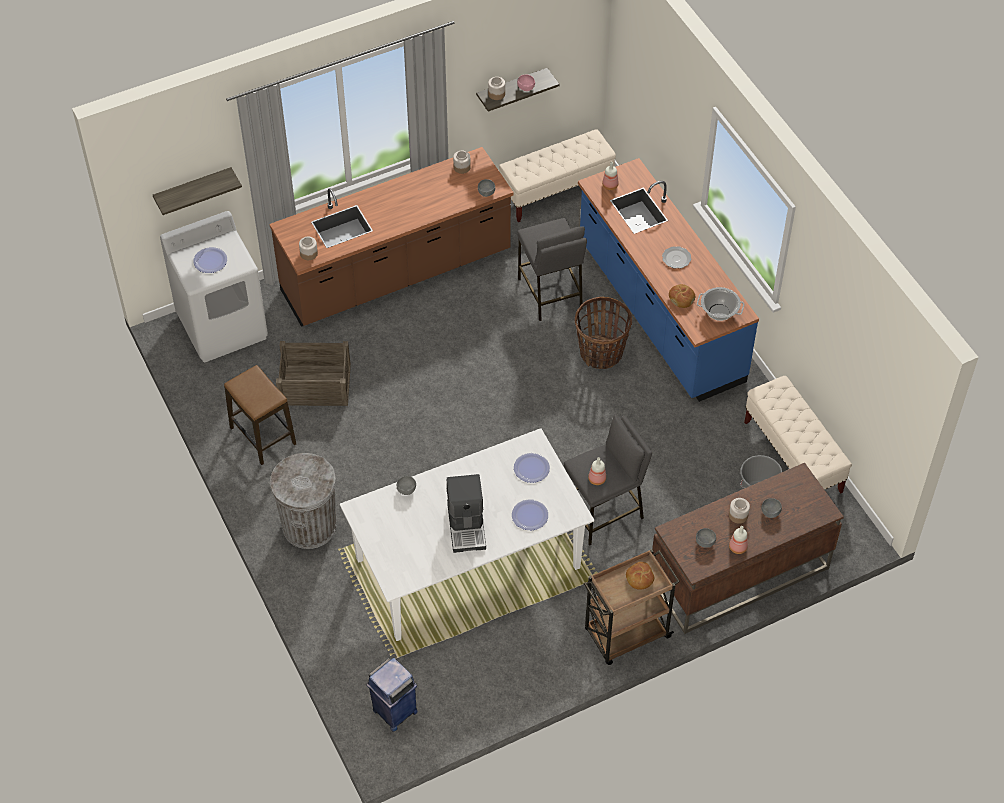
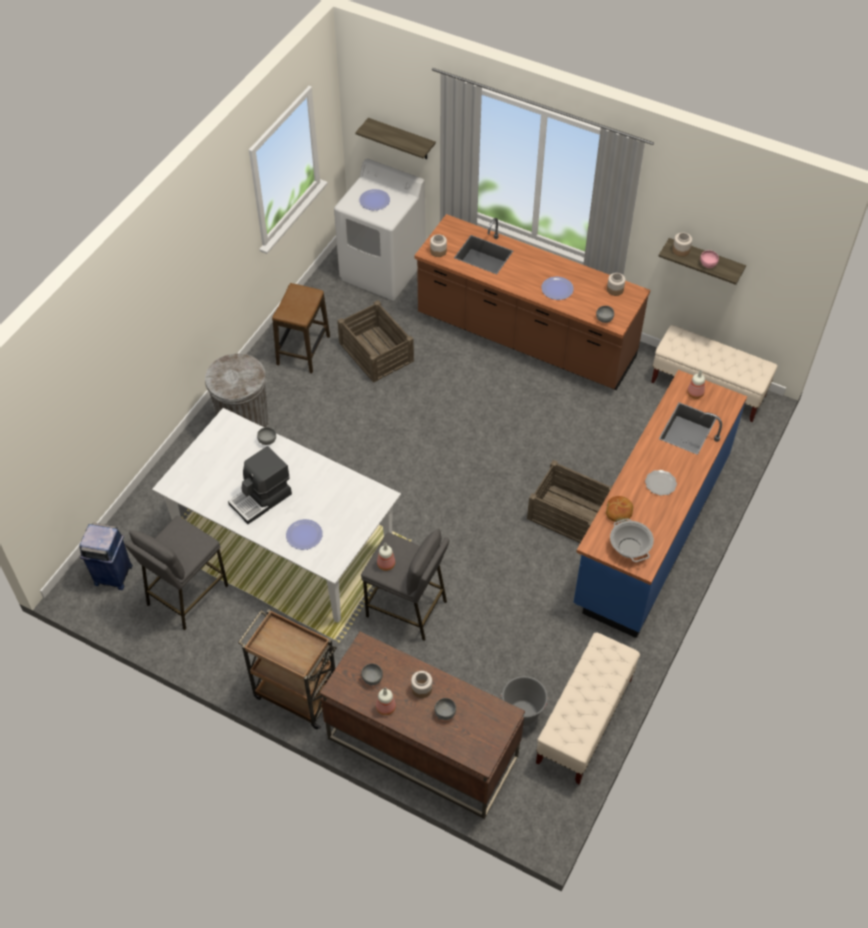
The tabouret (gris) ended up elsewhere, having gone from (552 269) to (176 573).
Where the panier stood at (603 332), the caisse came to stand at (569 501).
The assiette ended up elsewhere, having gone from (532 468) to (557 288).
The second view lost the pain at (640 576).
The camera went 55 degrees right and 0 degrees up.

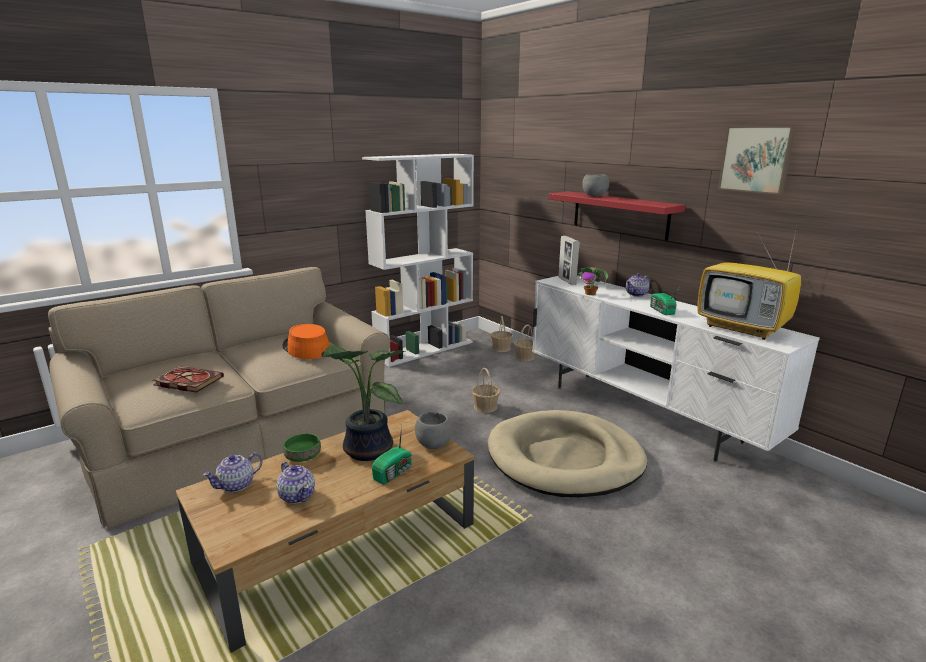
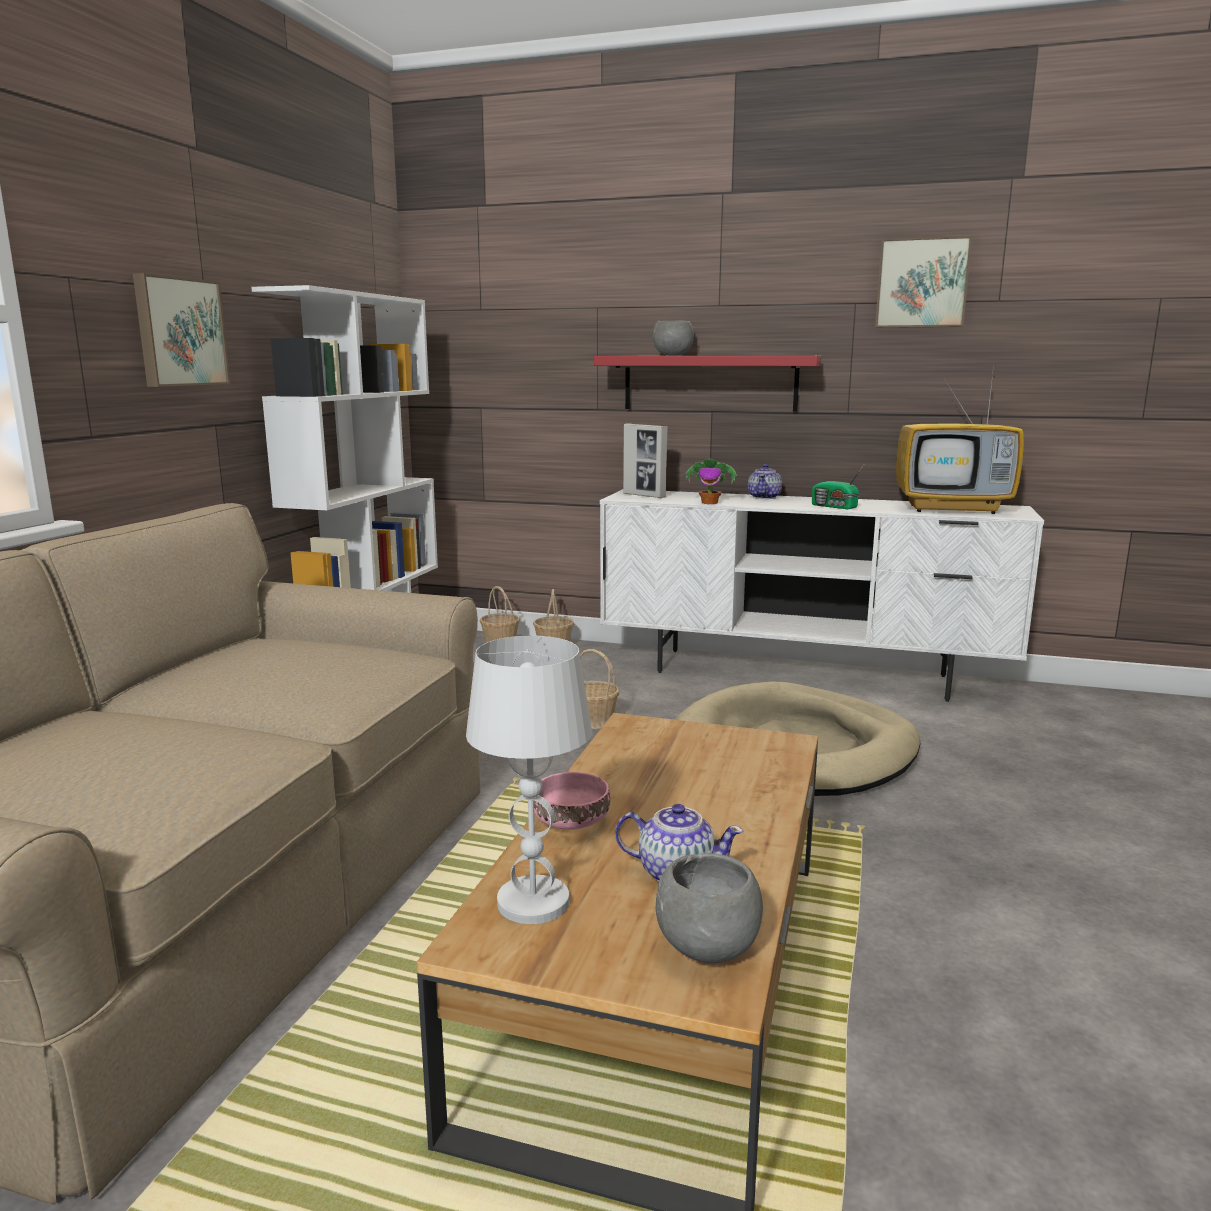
The second view gained the tableau at (181 330).
Where the théière stood at (232 472), the lampe de table (blanc) came to stand at (529 780).
What was the bol (vert) at (302 447) turned into the bol (rose) at (572 801).
The bol (gris) ended up elsewhere, having gone from (434 430) to (709 908).
The second view lost the livre at (188 379).
The second view lost the chapeau (orange) at (306 341).
The second view lost the plante en pot at (362 402).
The second view lost the radio at (392 455).
The camera went 35 degrees left and 5 degrees down.

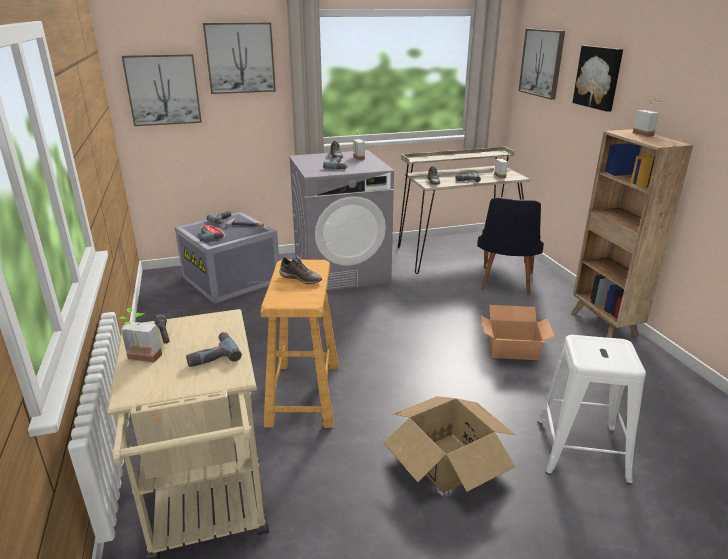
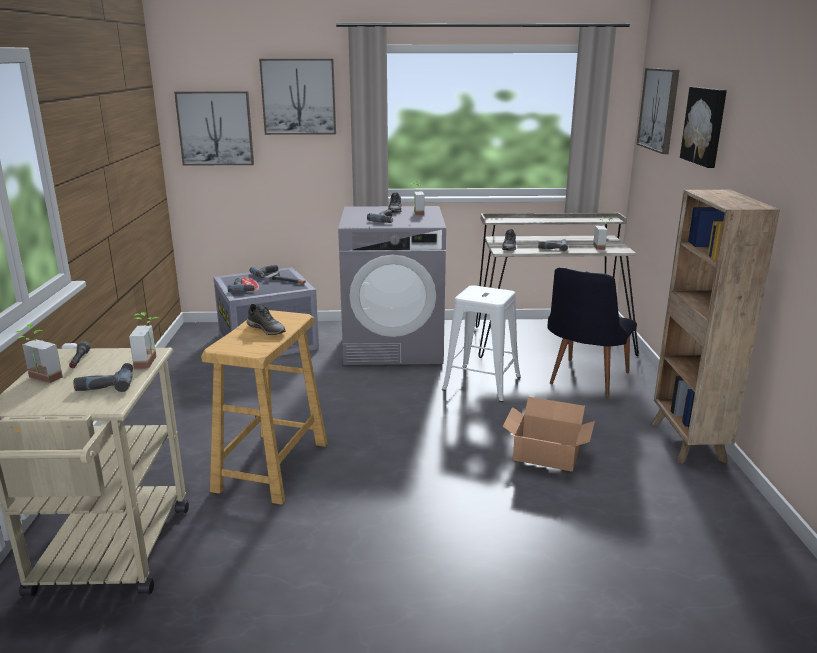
The plante en pot ended up elsewhere, having gone from (648 118) to (143 340).
The tabouret (blanc) ended up elsewhere, having gone from (591 409) to (481 343).
The second view lost the carton at (449 444).
The camera went 15 degrees right and 5 degrees down.

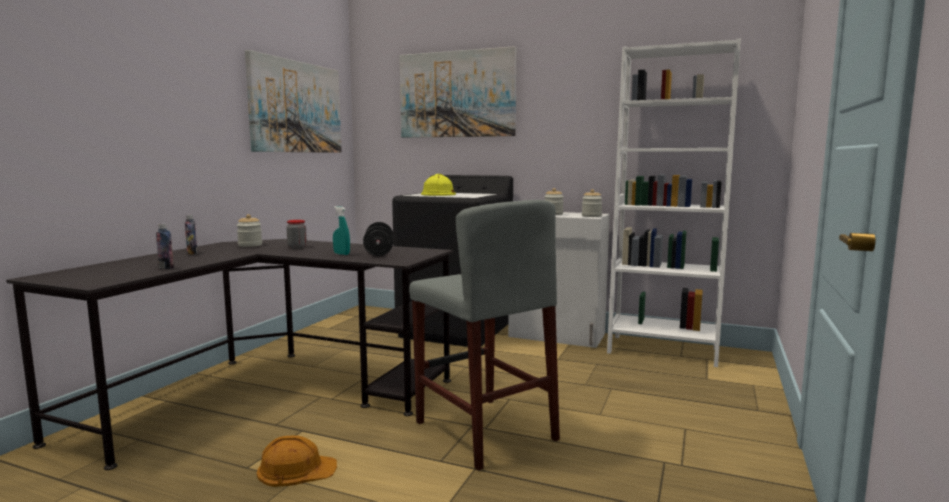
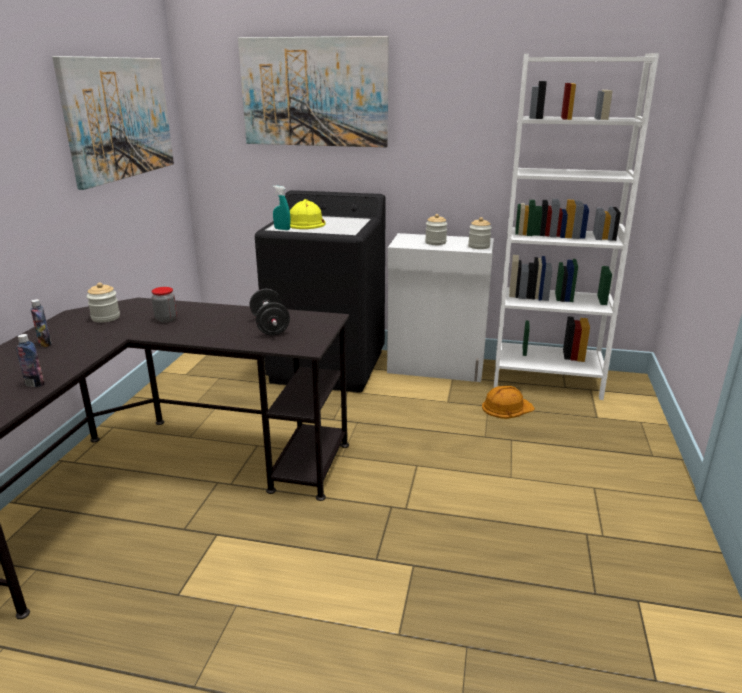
The vaporisateur (turquoise) ended up elsewhere, having gone from (341 230) to (281 208).
The casque de chantier (orange) ended up elsewhere, having gone from (297 461) to (508 402).
The second view lost the tabouret (gris) at (484 335).
The camera went 10 degrees left and 15 degrees up.

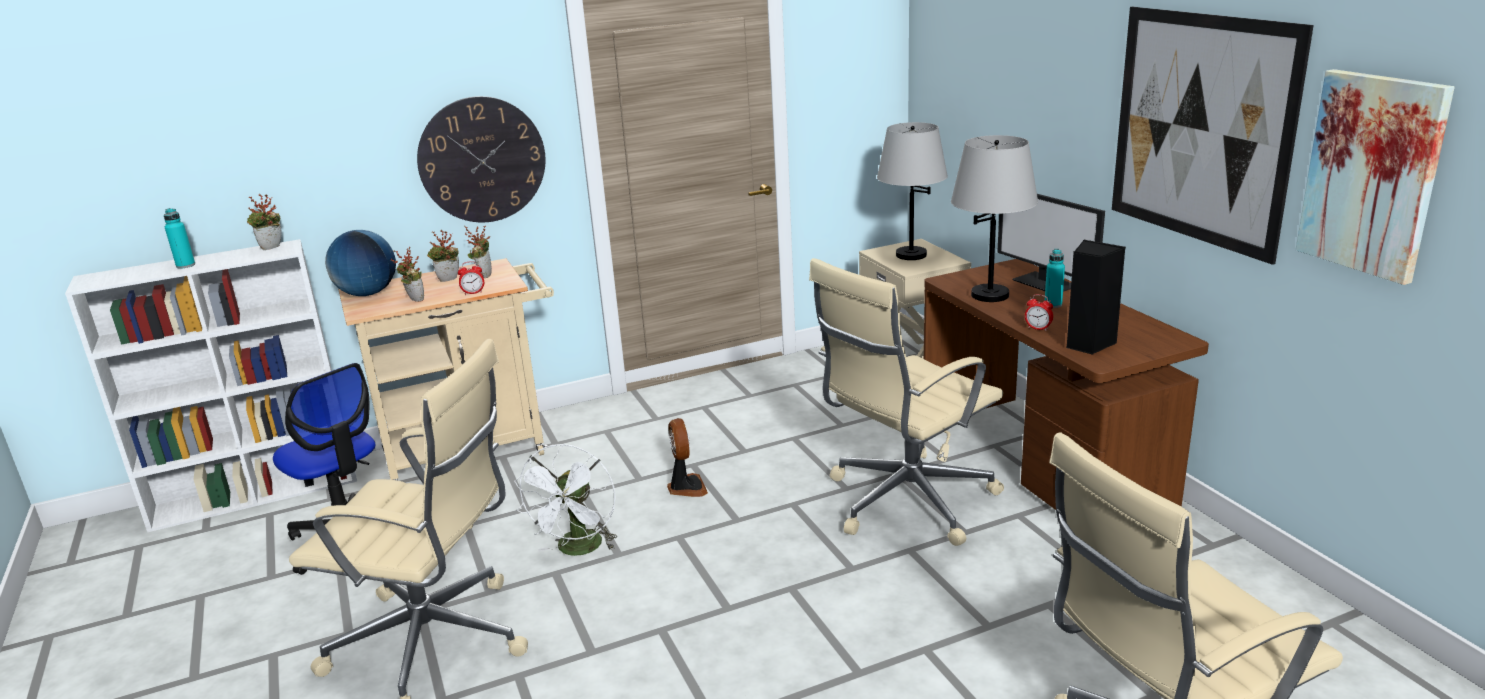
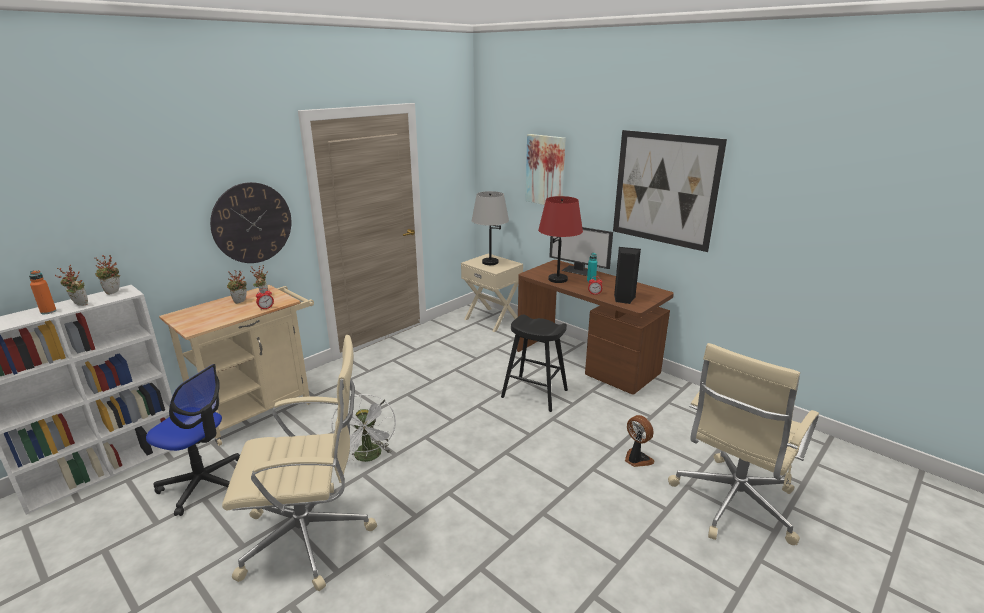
What was the bouteille (turquoise) at (179 238) turned into the bouteille (orange) at (42 292).
The plante en pot ended up elsewhere, having gone from (407 274) to (71 285).
Where the chaise de bureau (beige) stood at (906 402), the tabouret (noir) came to stand at (534 363).
The tableau ended up elsewhere, having gone from (1375 177) to (545 169).
What was the lampe de table (gris) at (994 218) turned into the lampe de table (rouge) at (560 239).
The ventilateur ended up elsewhere, having gone from (687 457) to (639 441).
The second view lost the globe at (360 263).
The camera went 25 degrees left and 0 degrees up.

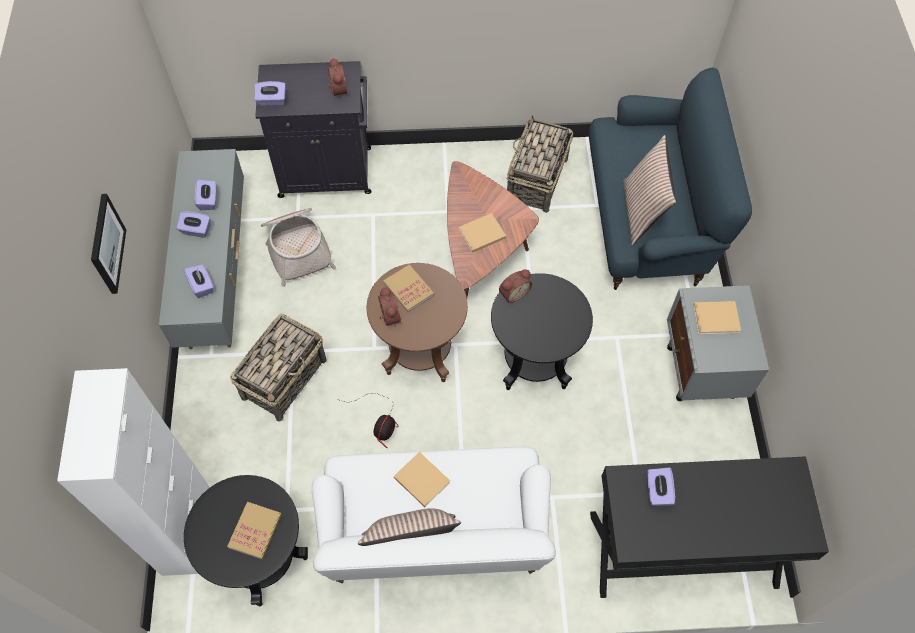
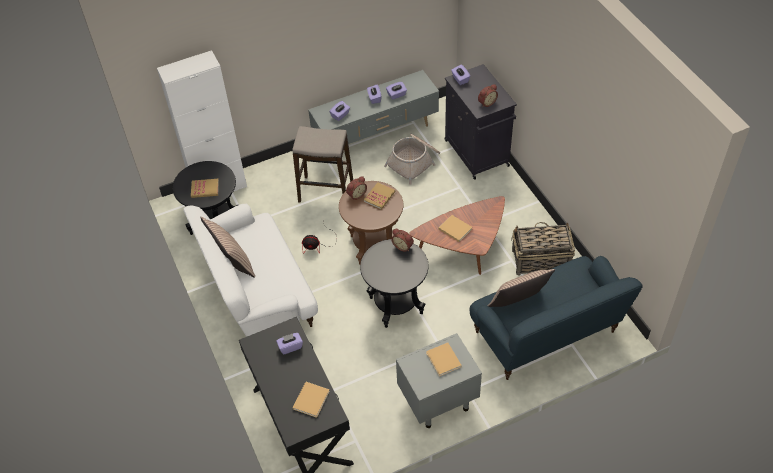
Where the panier stood at (278 368), the tabouret came to stand at (322 164).
The livre (beige) ended up elsewhere, having gone from (422 479) to (311 400).
The second view lost the tableau at (108 244).
The camera went 70 degrees right and 10 degrees down.

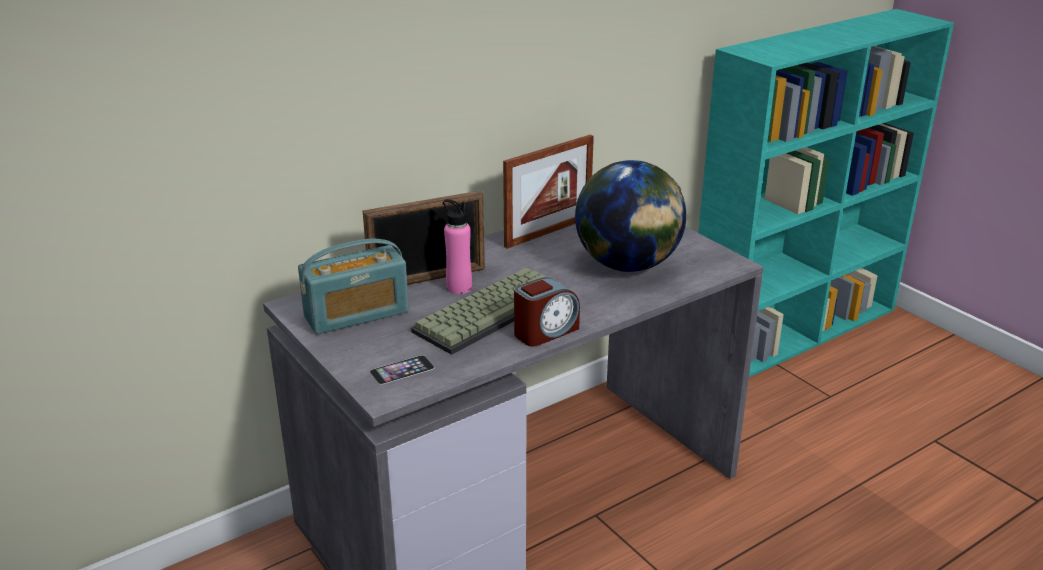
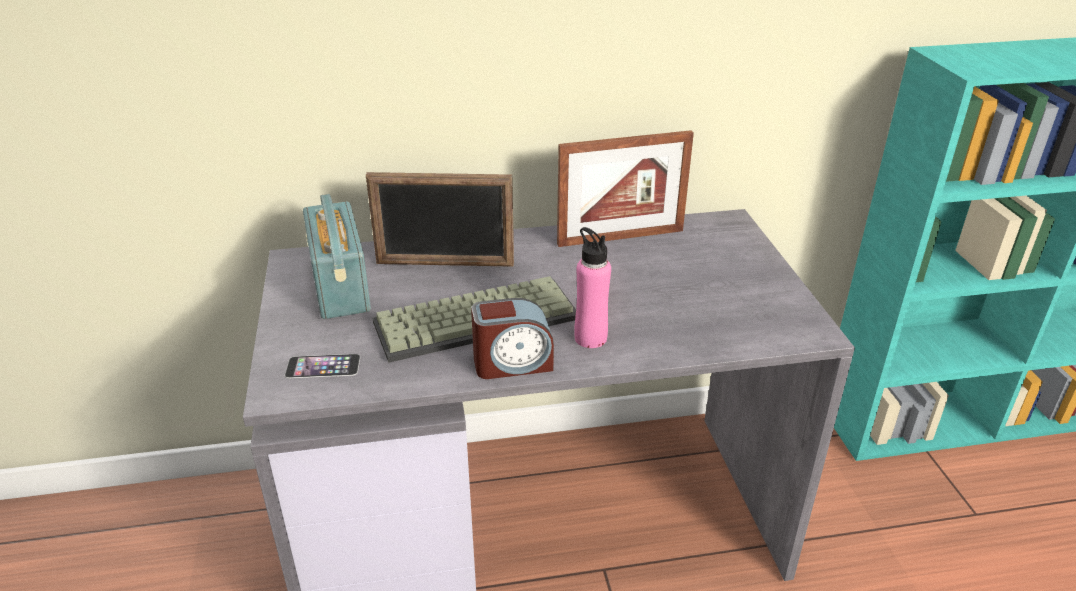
The radio at (353 287) ended up facing another way, 75 degrees clockwise from before.
The bouteille (rose) ended up elsewhere, having gone from (457 246) to (592 287).
The second view lost the globe at (630 216).
The camera went 25 degrees right and 5 degrees up.

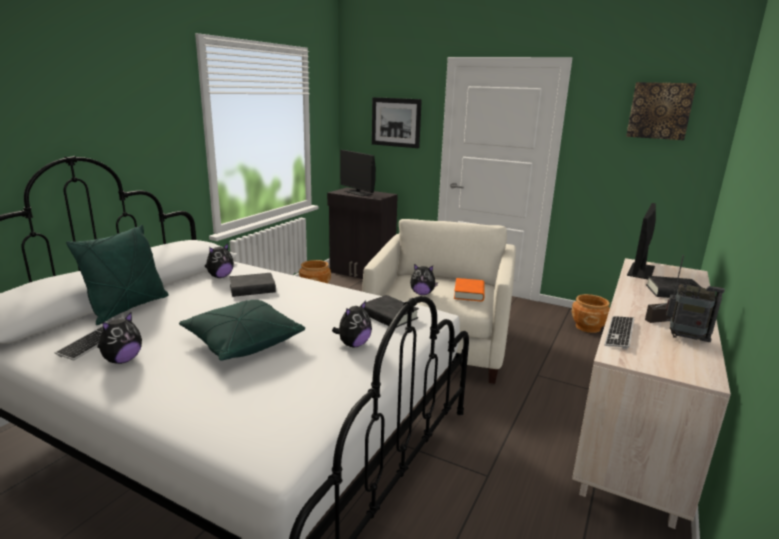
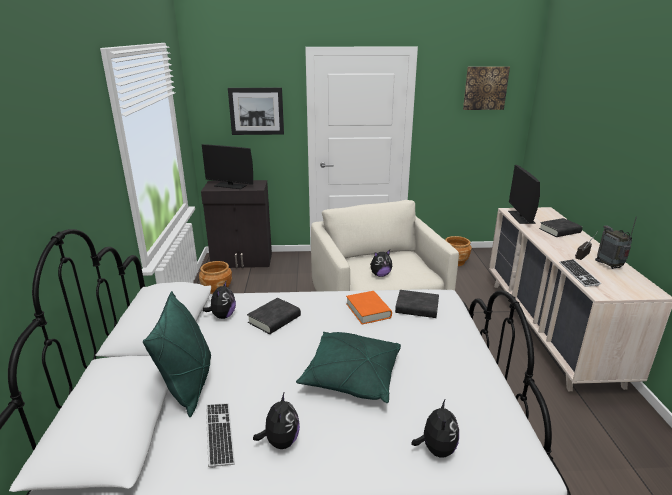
The livre (orange) ended up elsewhere, having gone from (469 290) to (369 308).
The peluche ended up elsewhere, having gone from (352 324) to (435 429).
The radio at (695 298) ended up facing another way, 105 degrees counterclockwise from before.
The camera went 30 degrees left and 5 degrees up.

